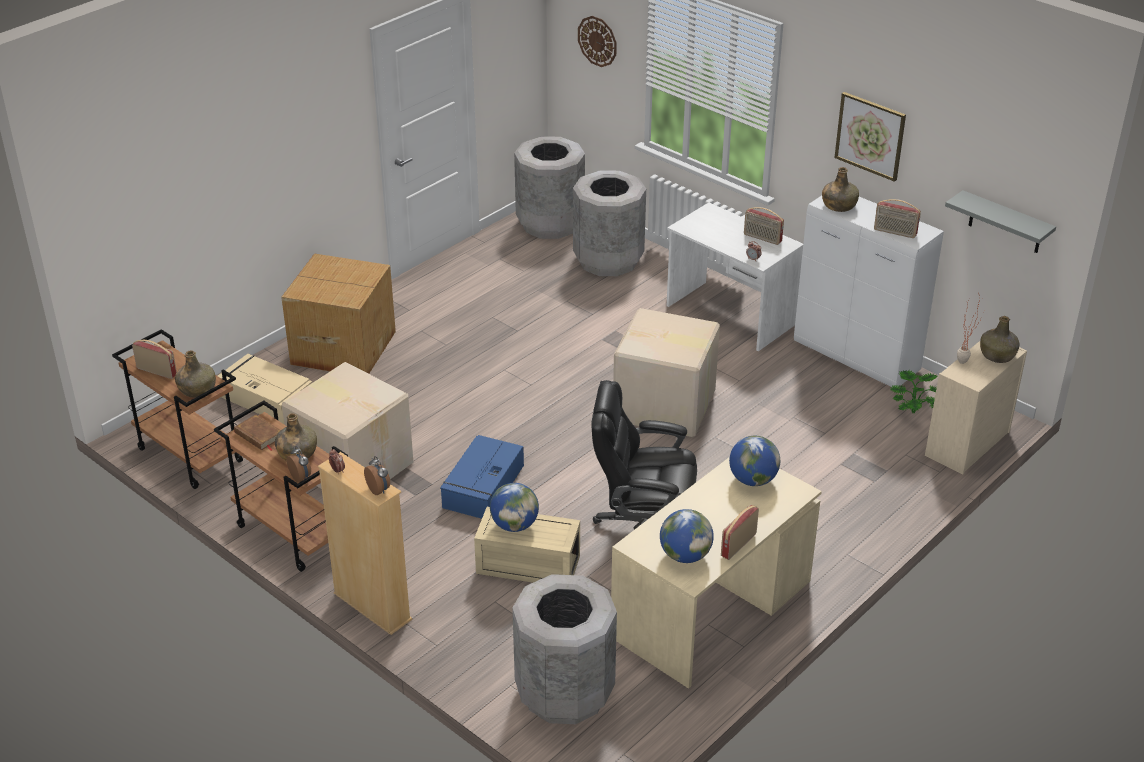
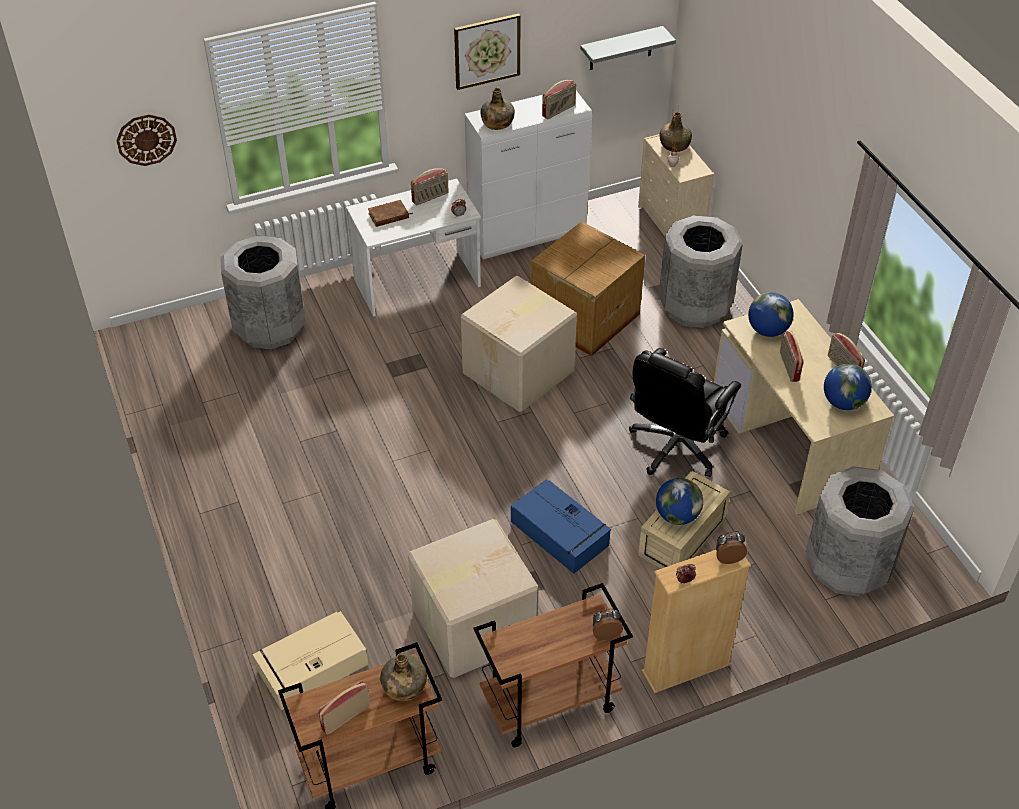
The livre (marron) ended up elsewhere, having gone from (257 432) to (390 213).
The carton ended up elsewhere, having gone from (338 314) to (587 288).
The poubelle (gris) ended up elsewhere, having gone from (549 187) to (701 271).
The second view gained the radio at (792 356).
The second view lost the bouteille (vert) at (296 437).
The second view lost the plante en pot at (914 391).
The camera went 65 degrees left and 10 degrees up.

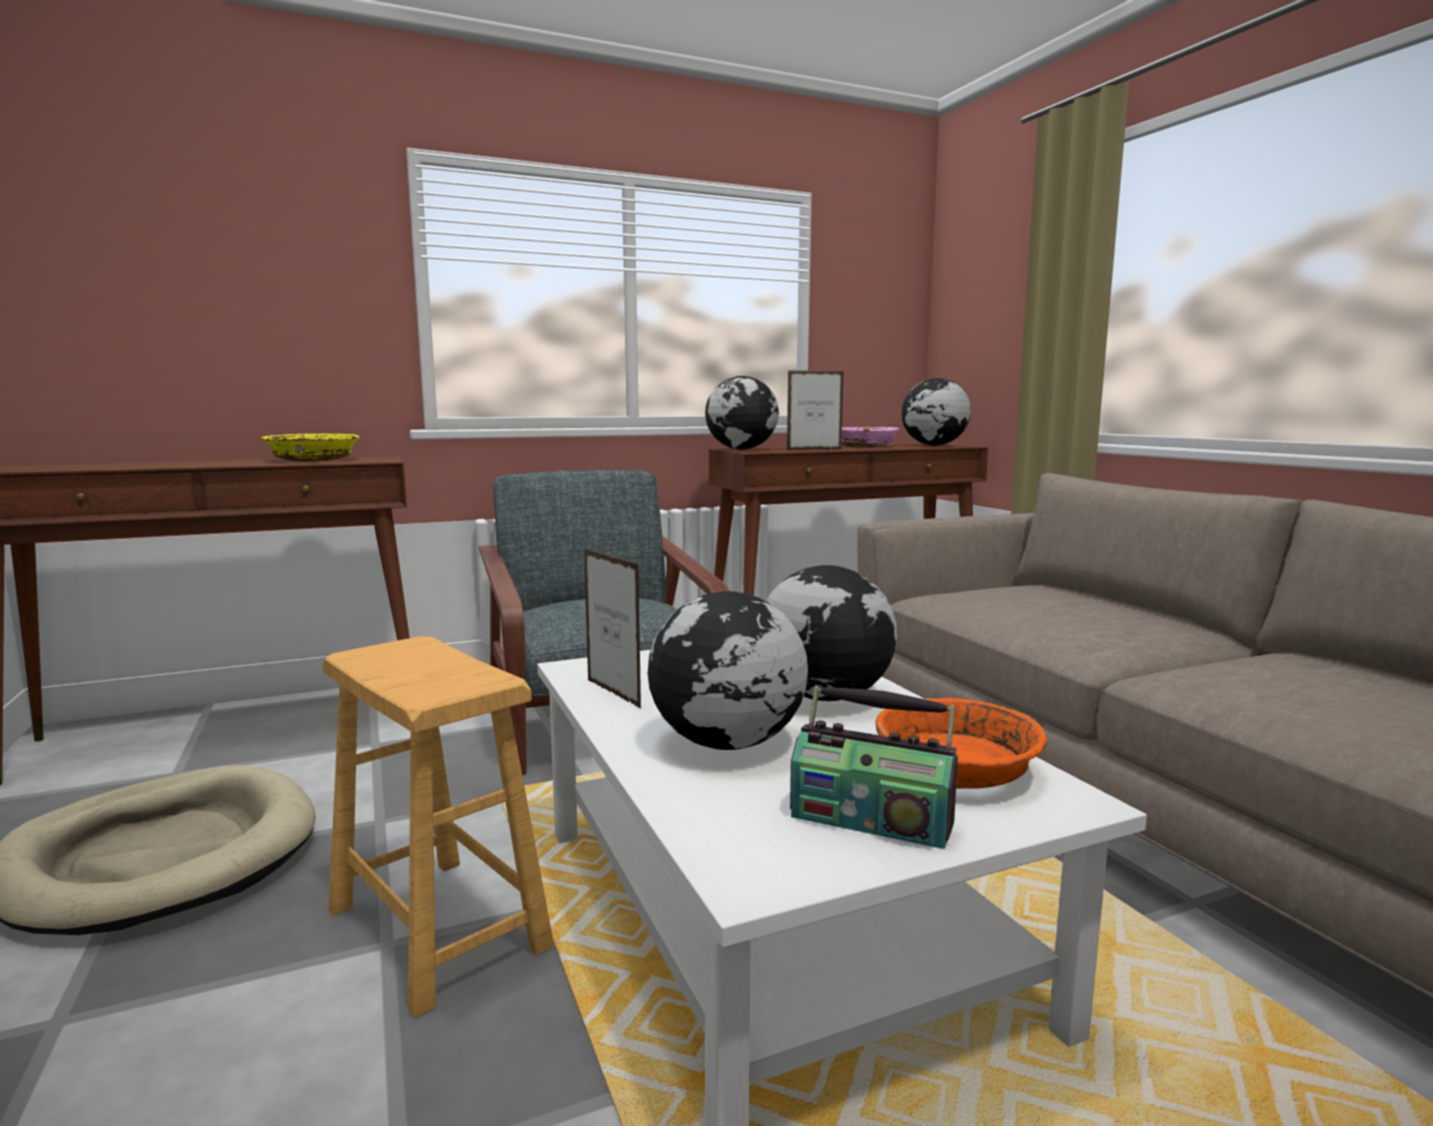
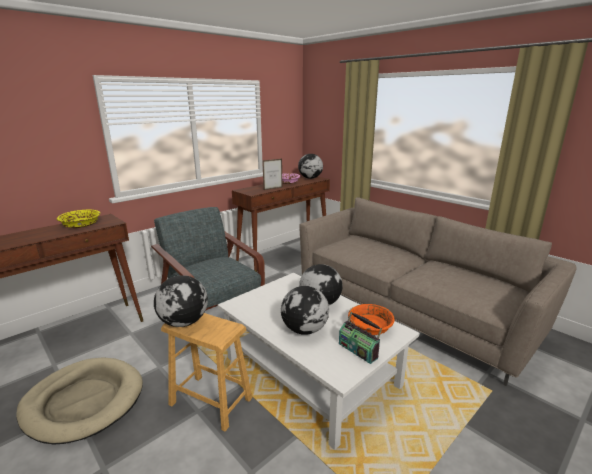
The globe ended up elsewhere, having gone from (742 413) to (181 301).
The radio at (874 767) ended up facing another way, 45 degrees clockwise from before.
The second view lost the cadre photo at (612 628).
The camera went 20 degrees left and 10 degrees up.

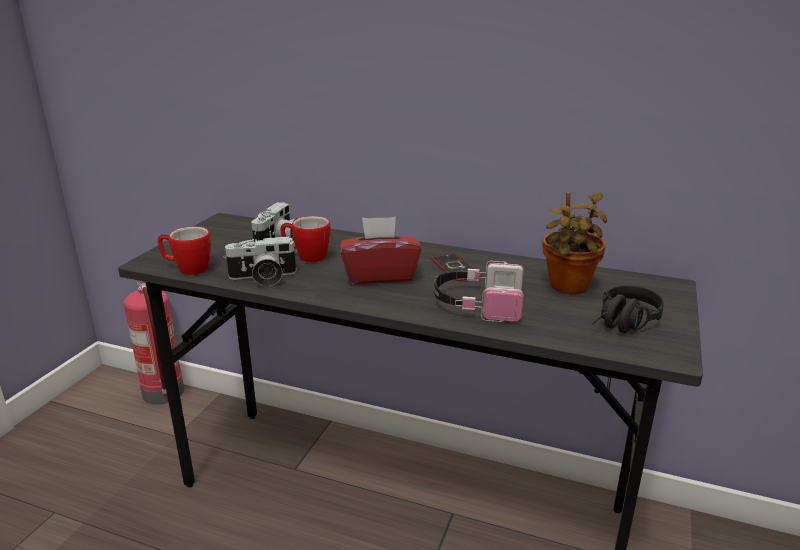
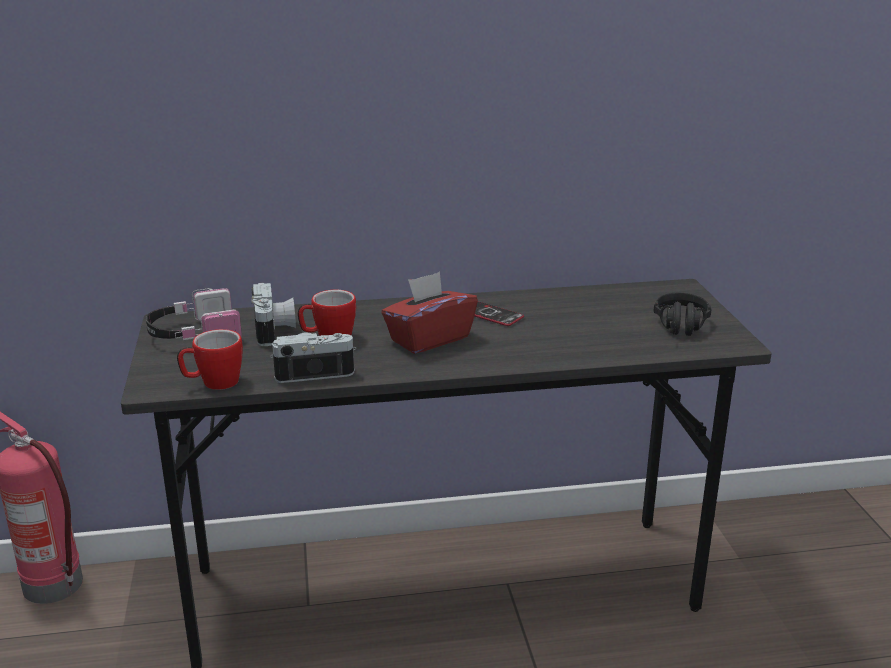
The casque audio ended up elsewhere, having gone from (479 291) to (194 314).
The appareil photo at (260 261) ended up facing another way, 150 degrees counterclockwise from before.
The second view lost the plante en pot at (575 243).
The camera went 30 degrees left and 0 degrees up.

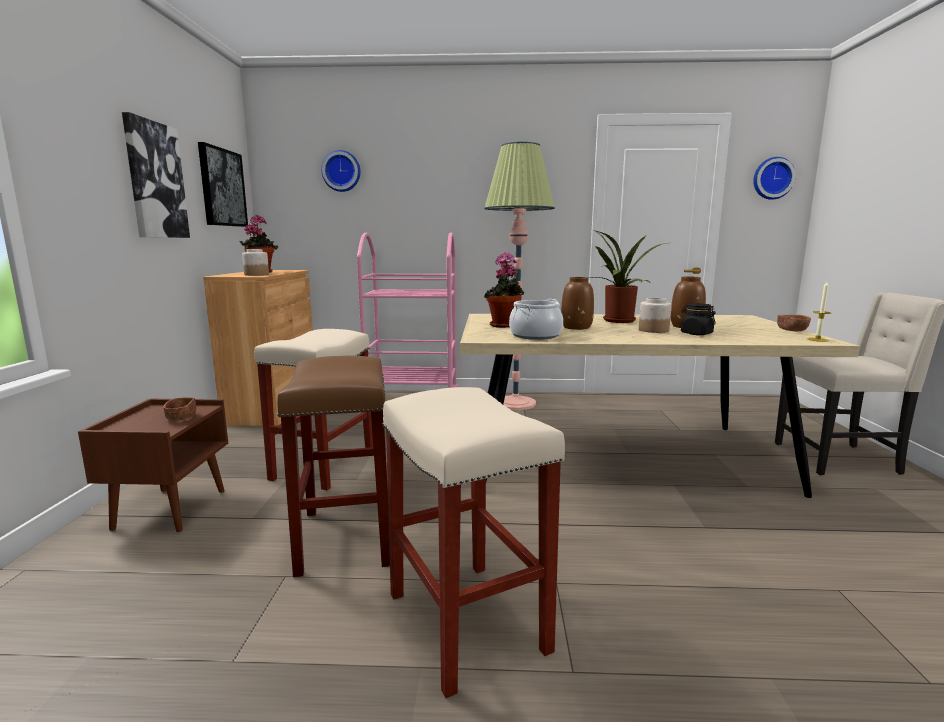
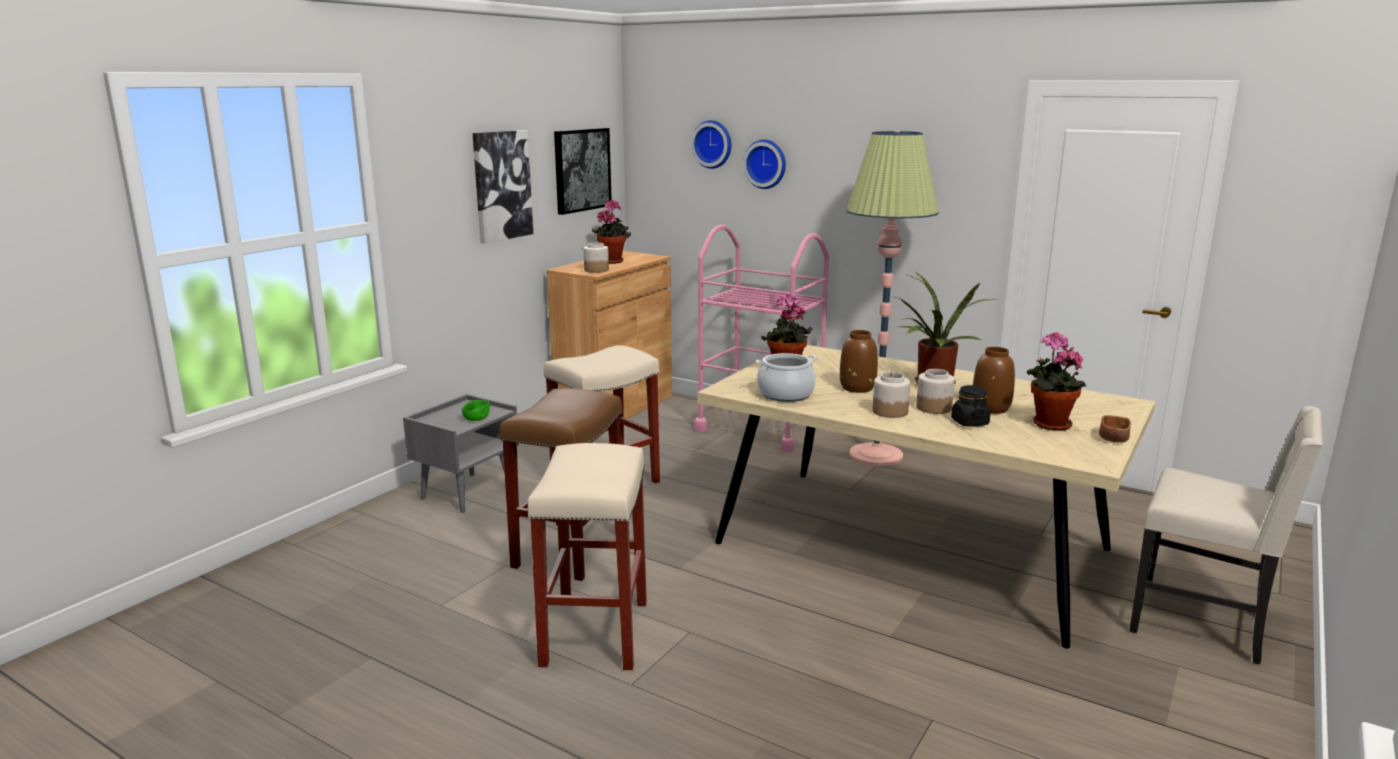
What was the table de chevet (marron) at (153 465) turned into the table de chevet (gris) at (461 453).
What was the bol (marron) at (179 409) turned into the bol (vert) at (476 410).
The horloge murale ended up elsewhere, having gone from (774 178) to (764 164).
The second view gained the bocal at (891 395).
The second view gained the plante en pot at (1056 381).
The second view lost the bougie at (819 312).
The camera went 30 degrees right and 5 degrees up.

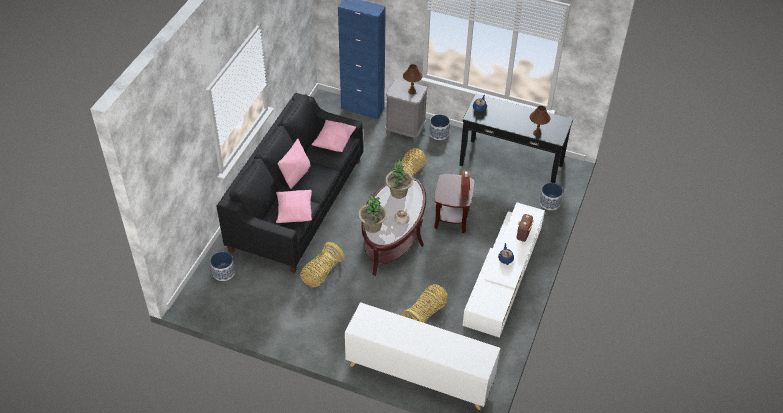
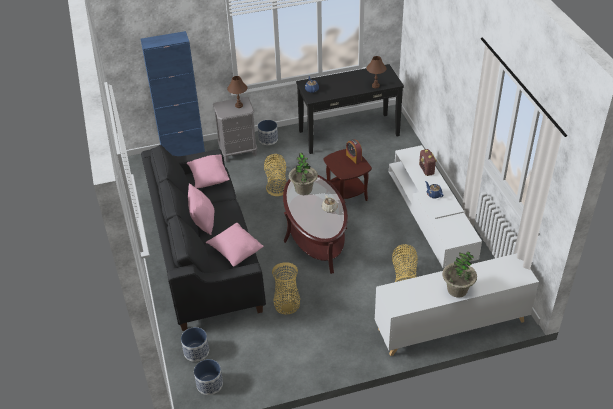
The cache-pot ended up elsewhere, having gone from (551 196) to (208 377).
The plante en pot ended up elsewhere, having gone from (372 213) to (459 274).
The camera went 35 degrees left and 5 degrees down.

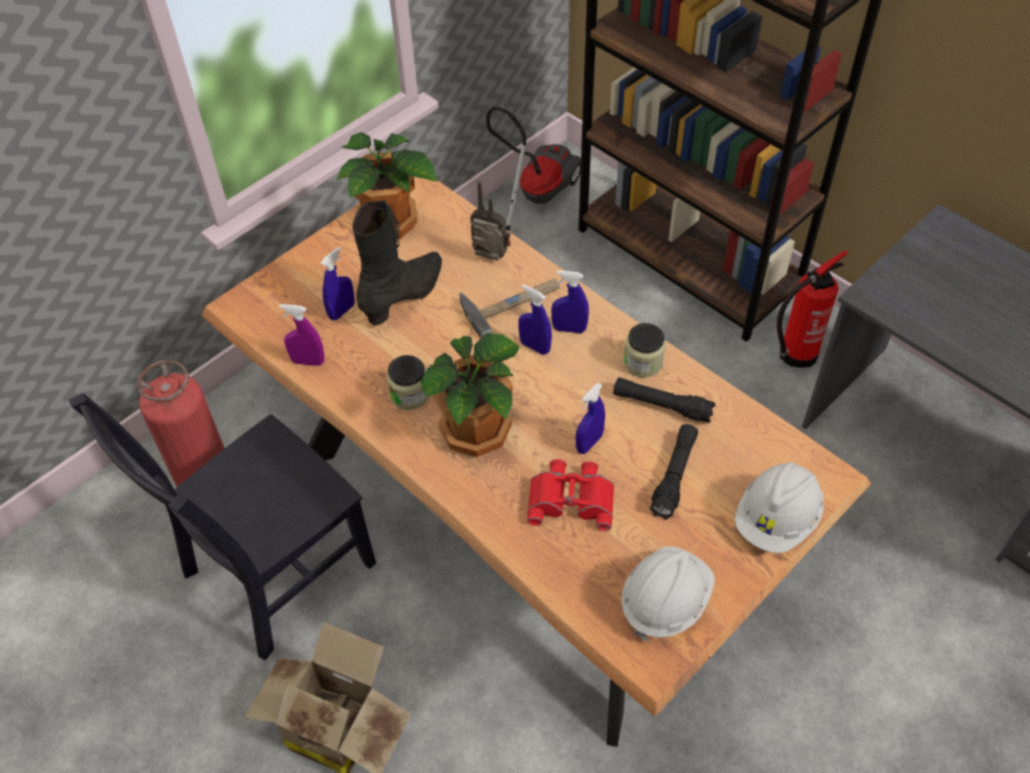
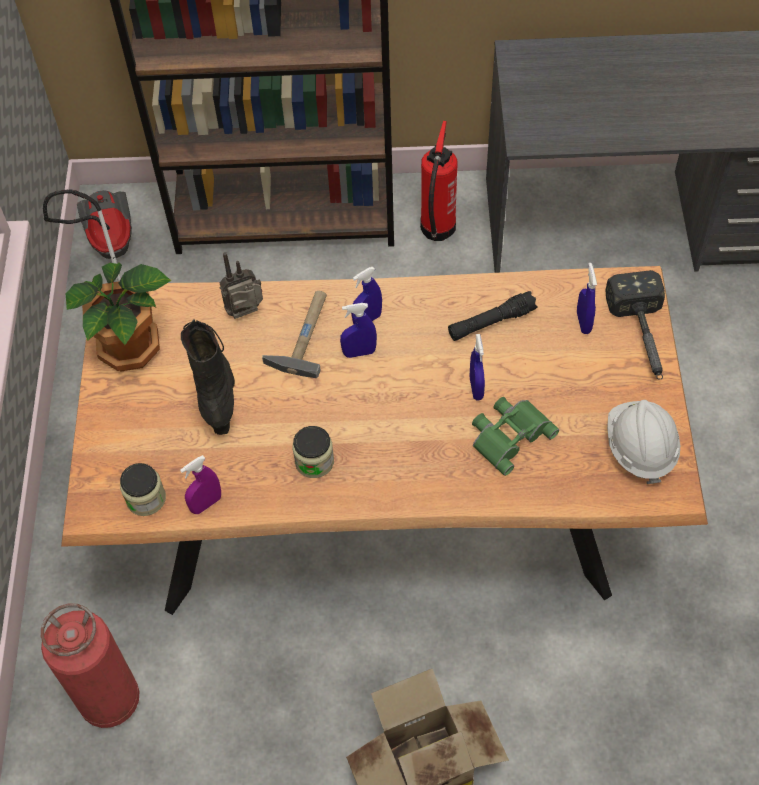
The bocal ended up elsewhere, having gone from (645 350) to (143 489).
What was the jumelles (rouge) at (570 495) turned into the jumelles (vert) at (515 436).
The vaporisateur (bleu) ended up elsewhere, having gone from (338 284) to (587 298).
Where the casque de chantier (blanc) stood at (779 507), the marteau came to stand at (635 325).
The second view lost the chaise (noir) at (222 526).
The second view lost the plante en pot at (470 395).
The second view lost the lampe de poche (noir) at (674 472).
The camera went 45 degrees left and 5 degrees up.

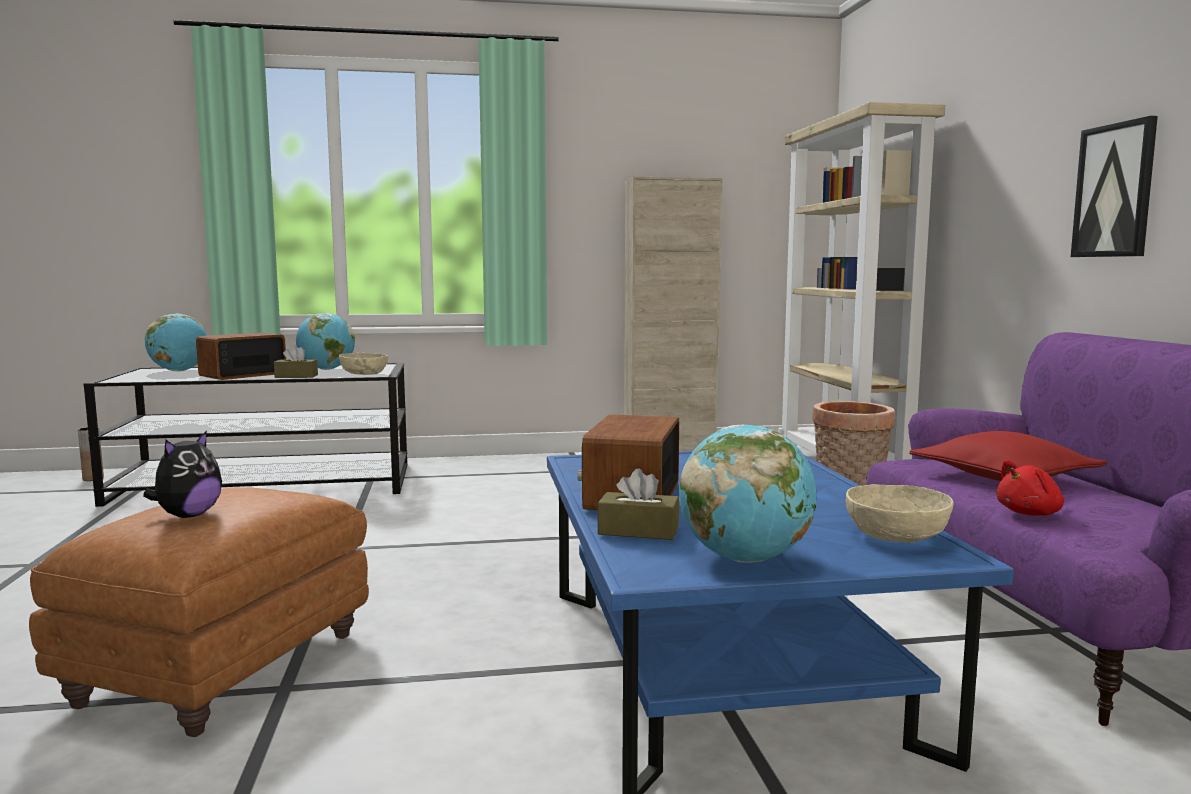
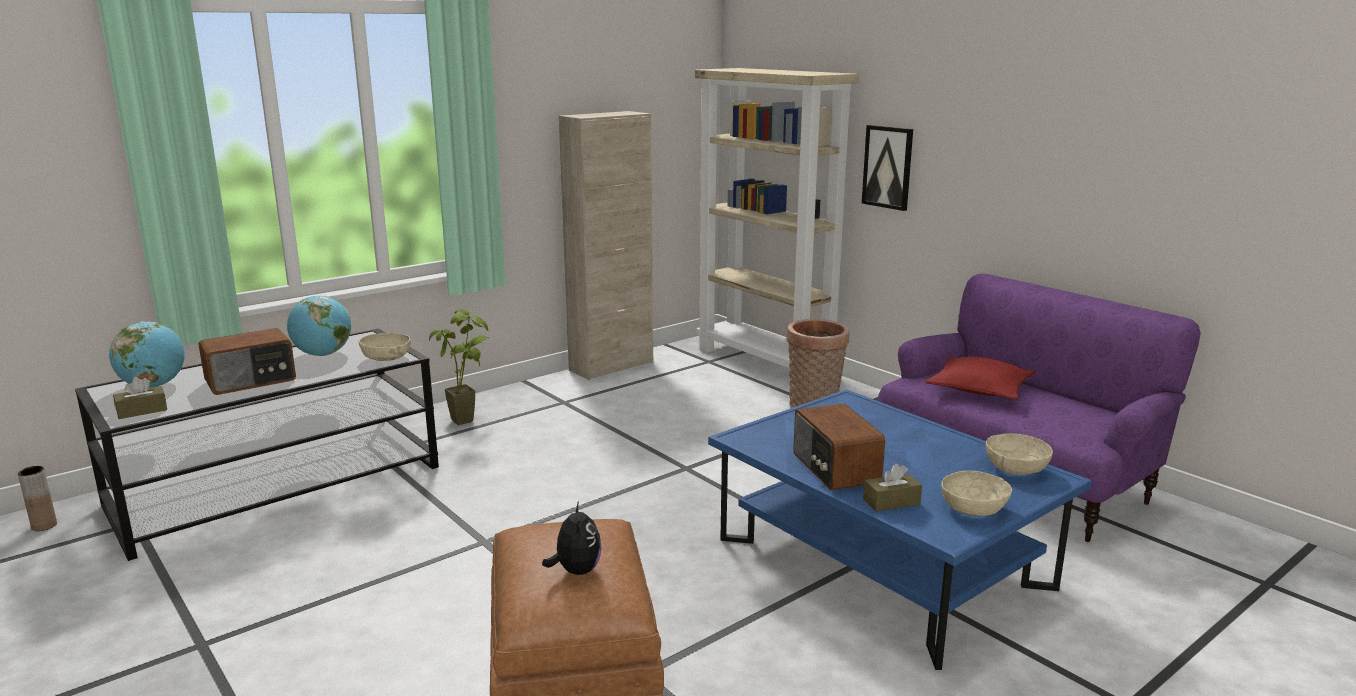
The boîte à mouchoirs (marron) ended up elsewhere, having gone from (296 361) to (140 398).
The radio at (241 356) ended up facing another way, 135 degrees counterclockwise from before.
The second view gained the plante en pot at (459 367).
The tableau ended up elsewhere, having gone from (1114 186) to (887 168).
Where the globe stood at (748 493), the bol (beige) came to stand at (976 493).
The second view lost the peluche (rouge) at (1030 488).
The camera went 30 degrees left and 10 degrees up.

